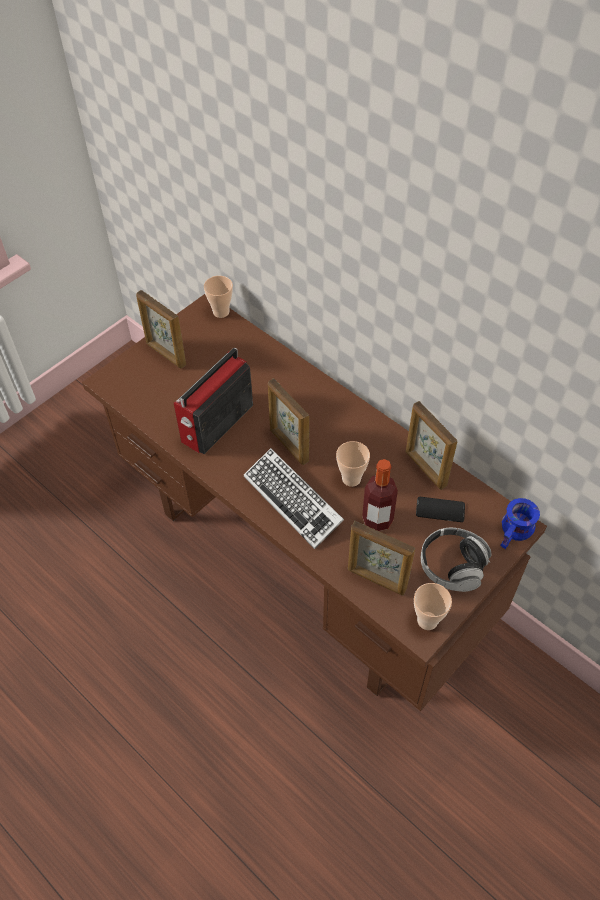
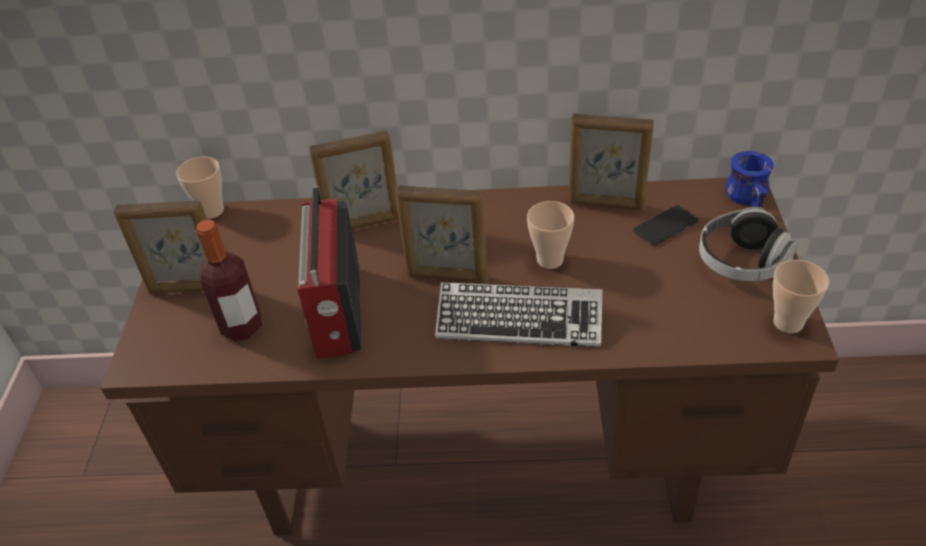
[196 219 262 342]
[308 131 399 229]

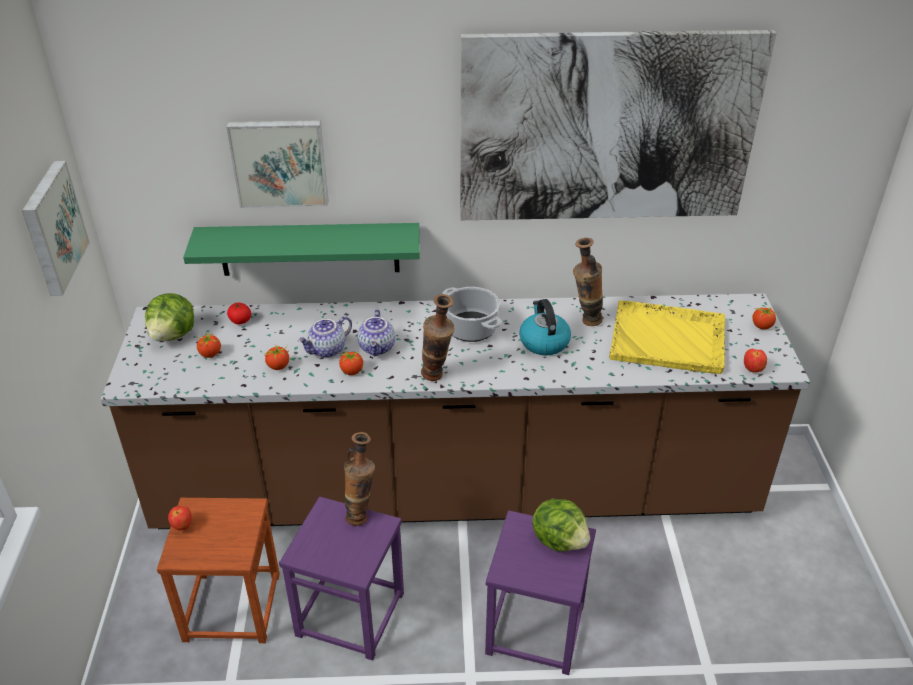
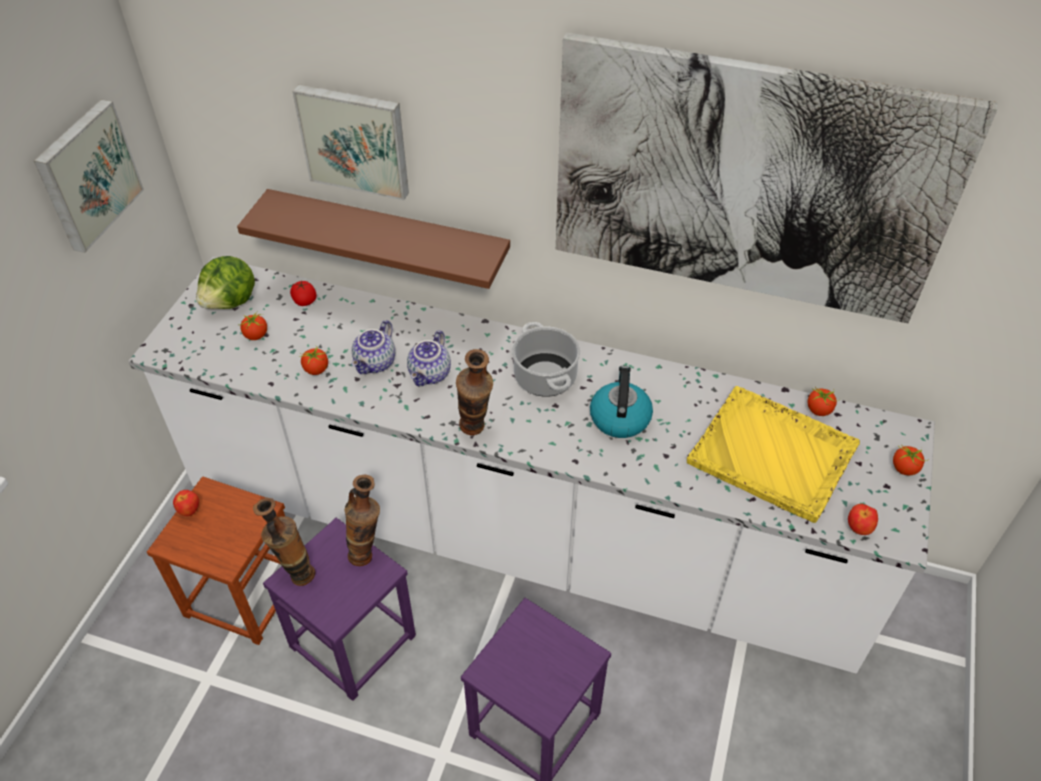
[237 189 510 289]
[253 498 315 586]
[129 257 935 673]
[352 320 395 374]
[808 387 840 416]
[532 499 590 551] (first image)

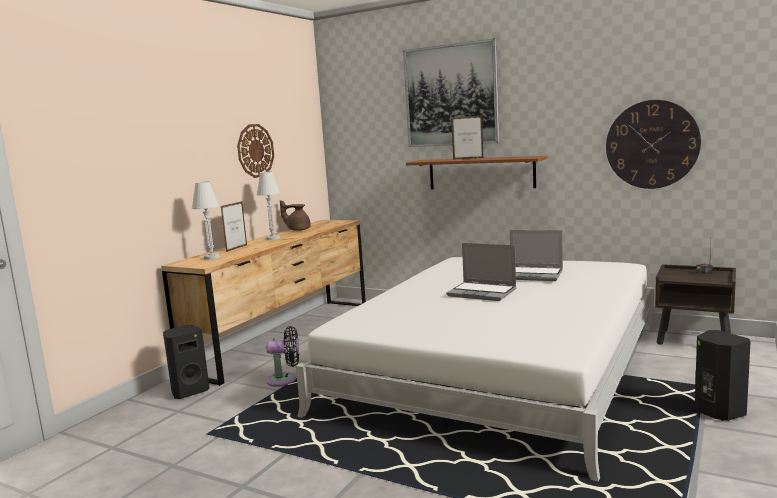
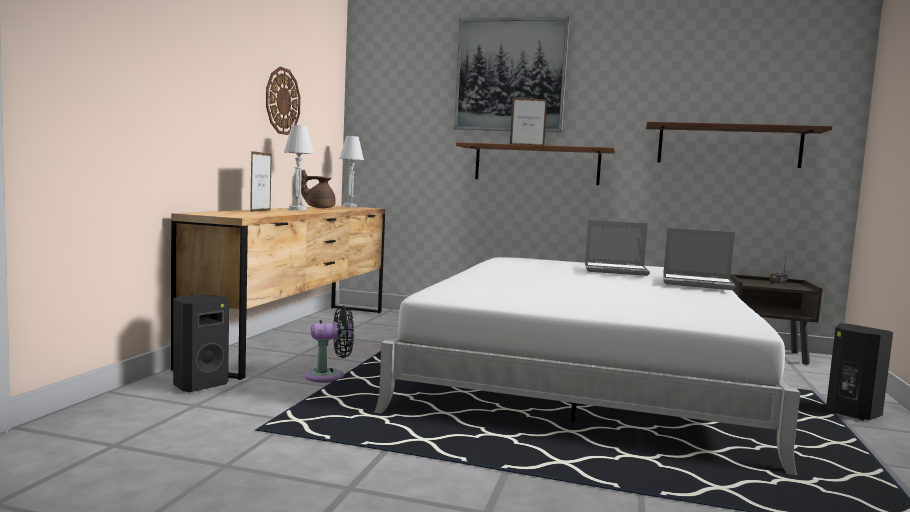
[646 122 833 168]
[339 136 364 207]
[663 228 736 290]

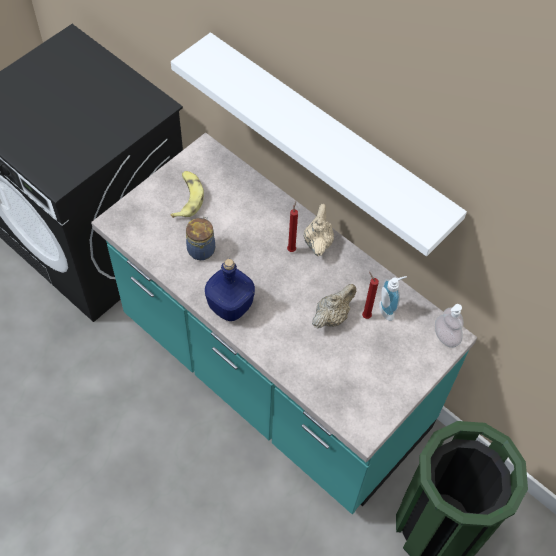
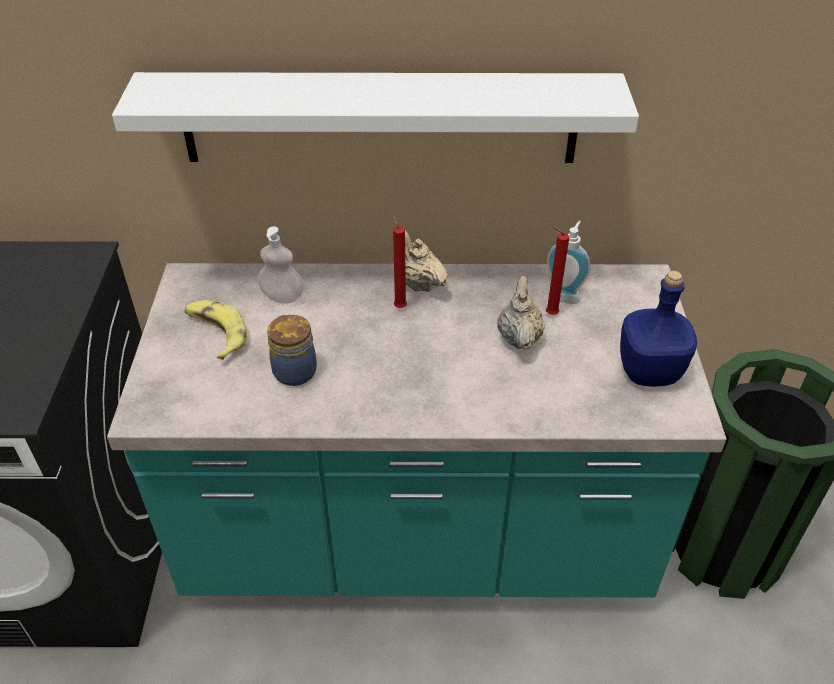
[620 271 697 386]
[258 226 304 304]

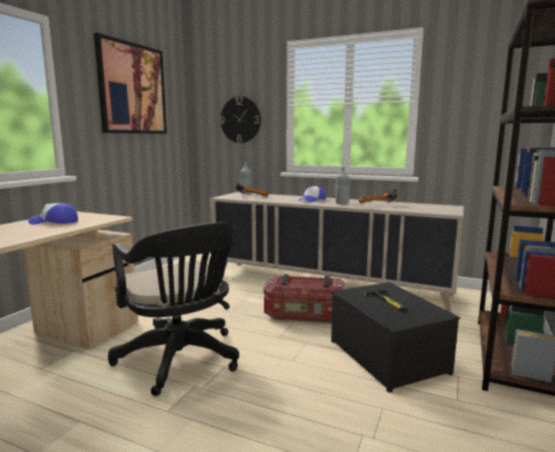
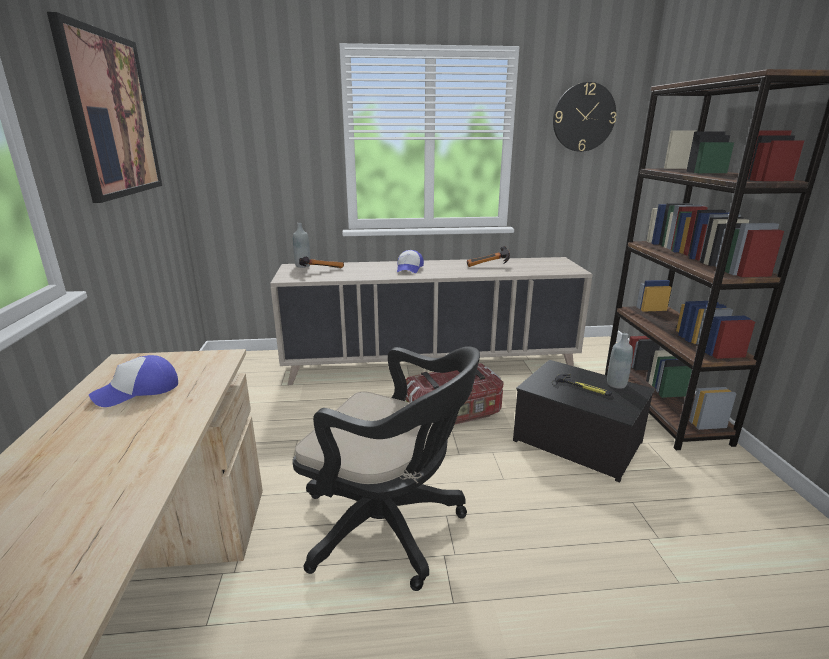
[553 82 617 152]
[607 333 633 389]

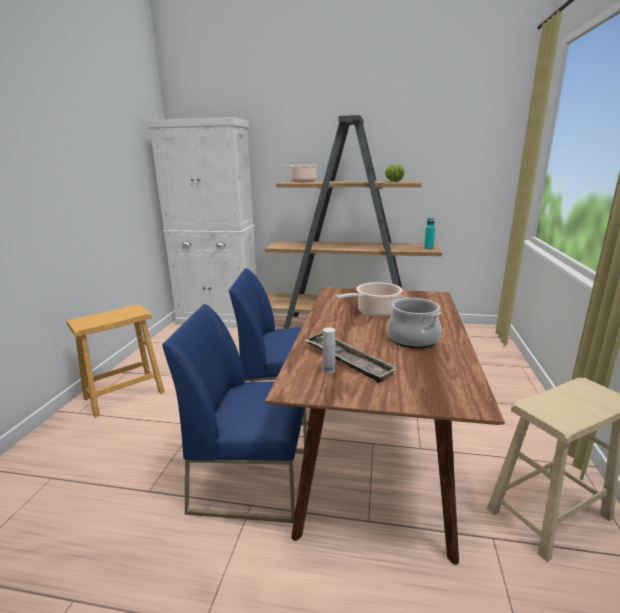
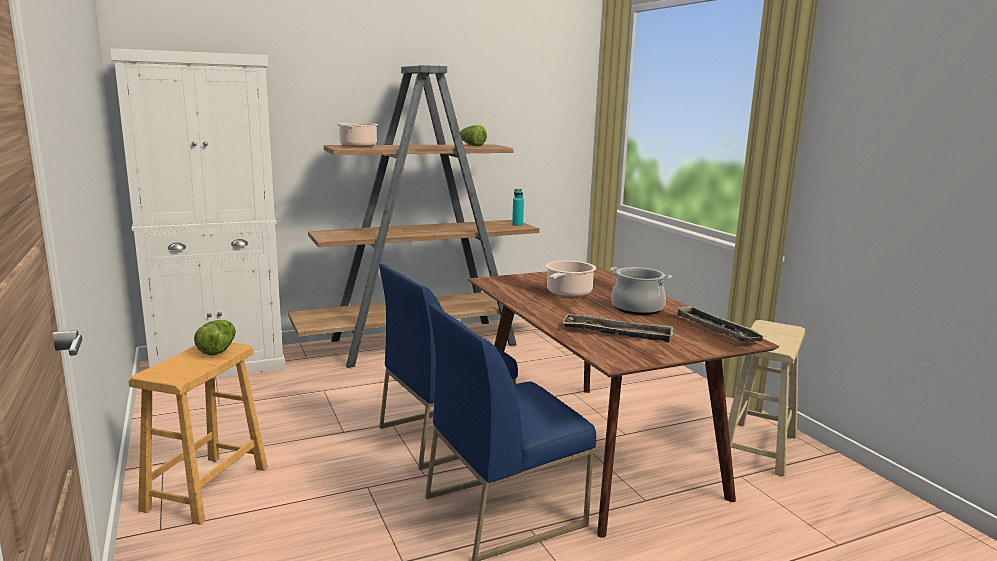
[323 327 335 374] (first image)
[674 306 767 342]
[194 320 236 355]

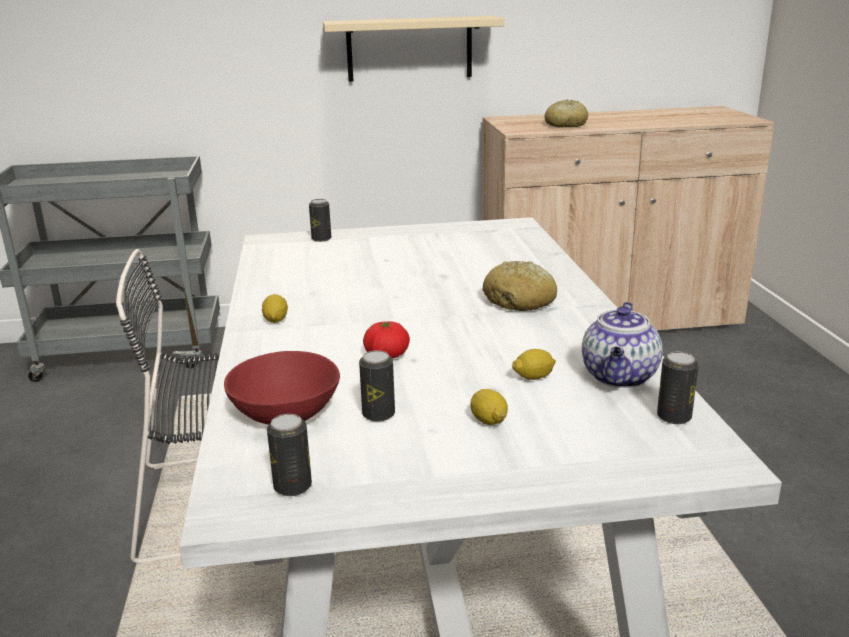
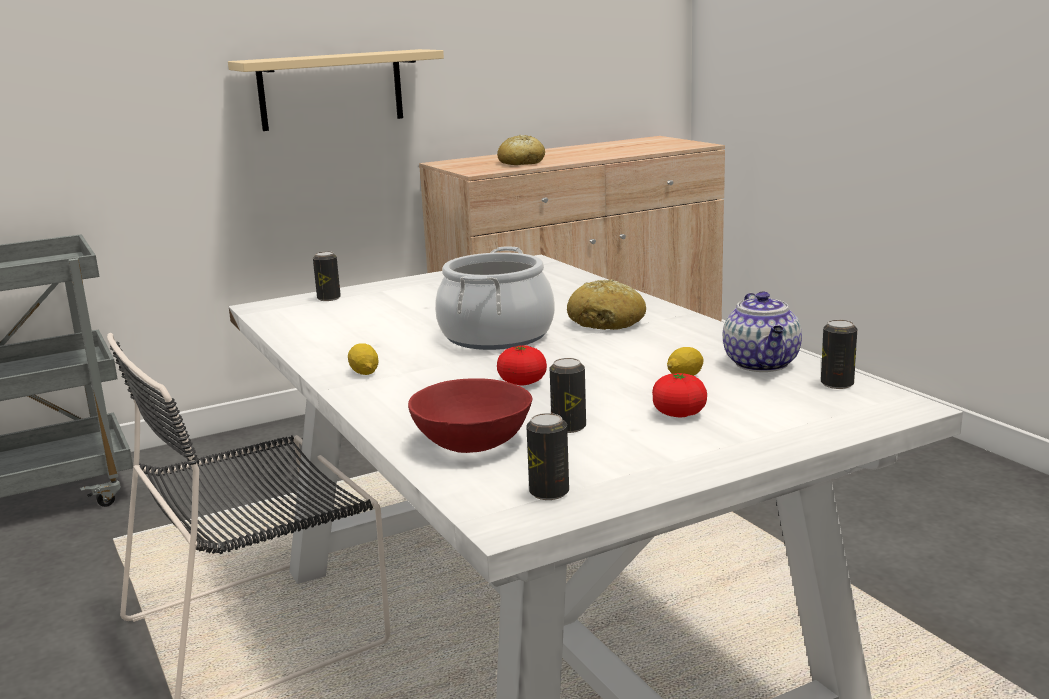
[652 373 707 417]
[435 247 555 350]

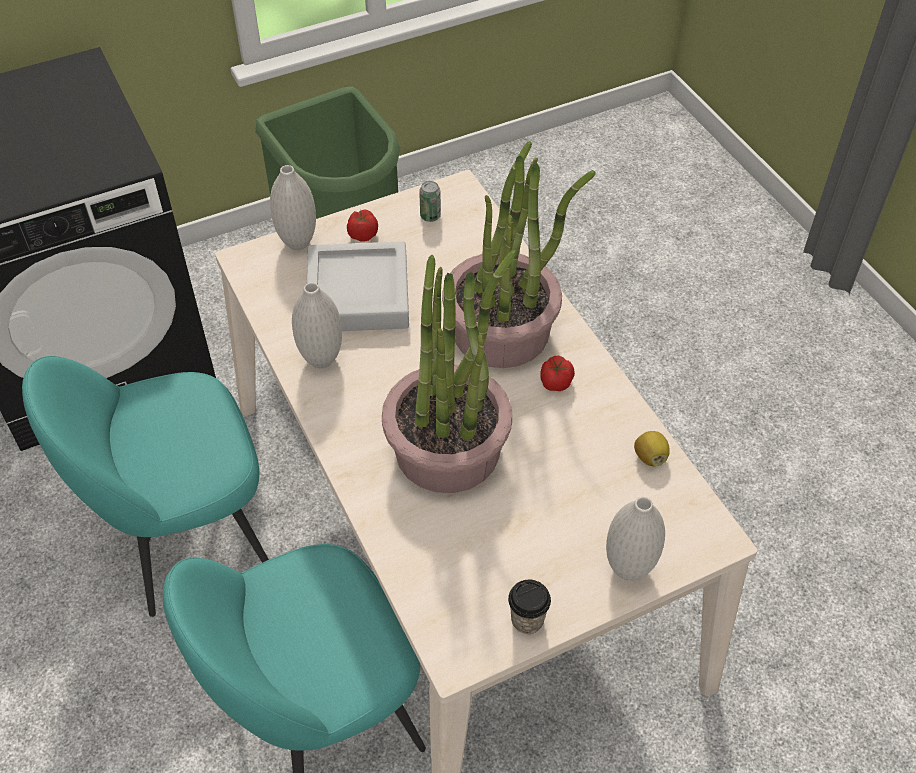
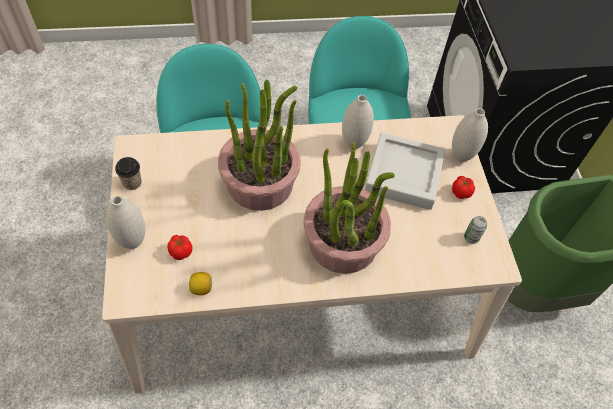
[168 235 192 260]

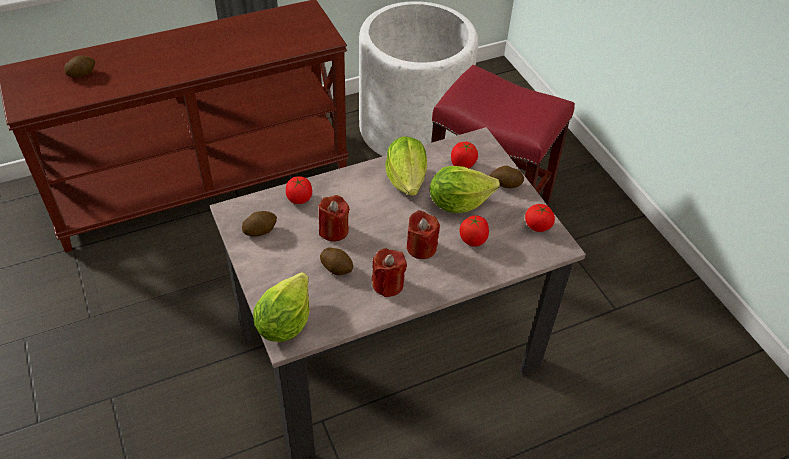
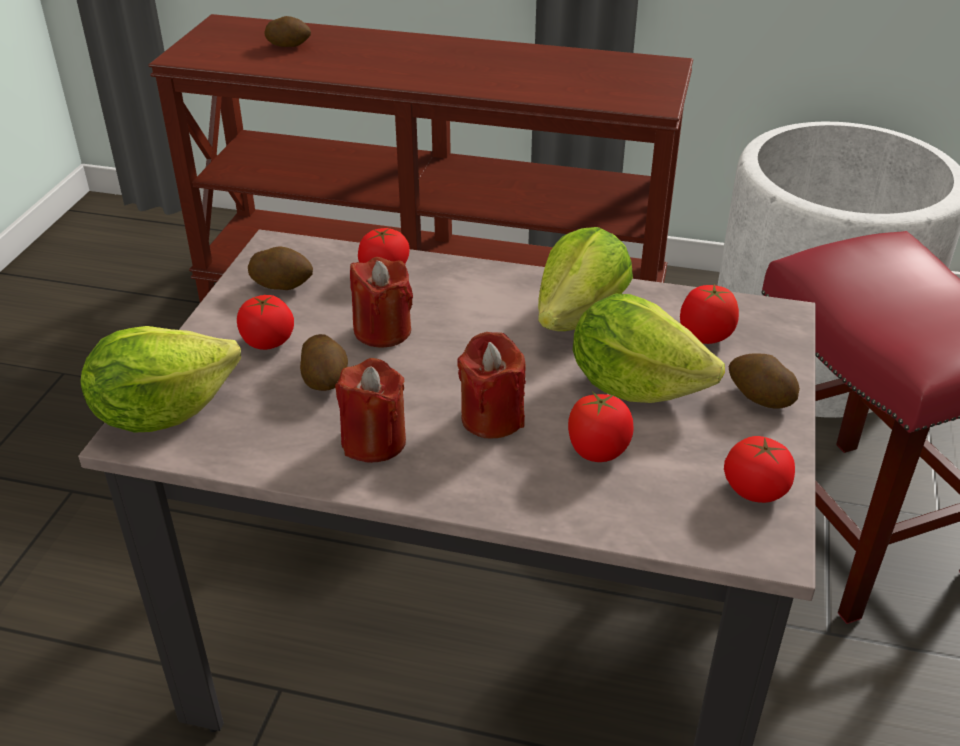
[237 295 294 350]

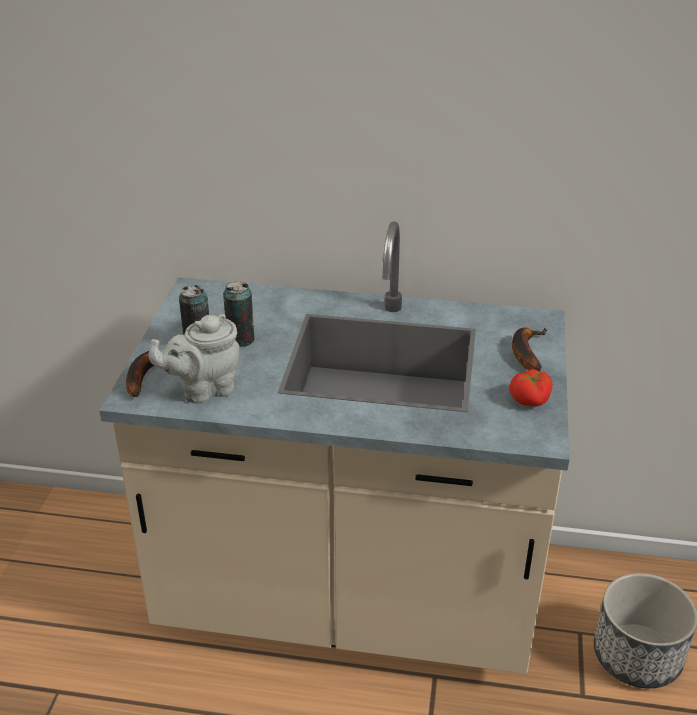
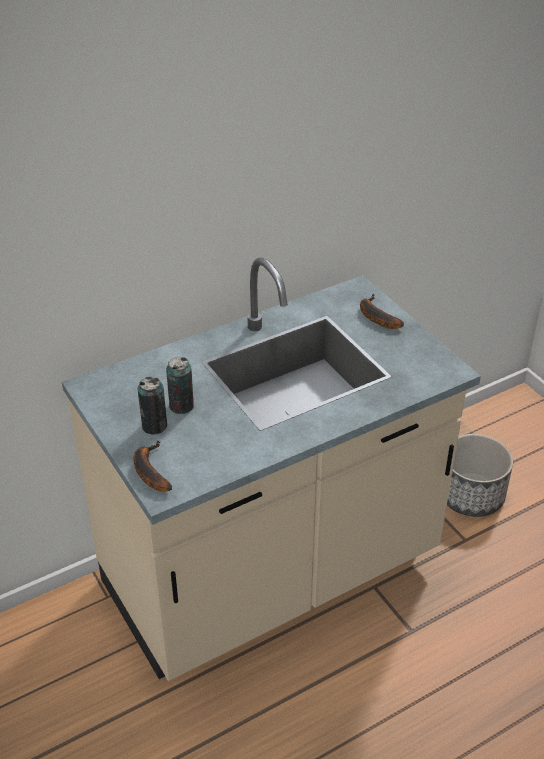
[148 314 240 404] (first image)
[509 369 552 406] (first image)

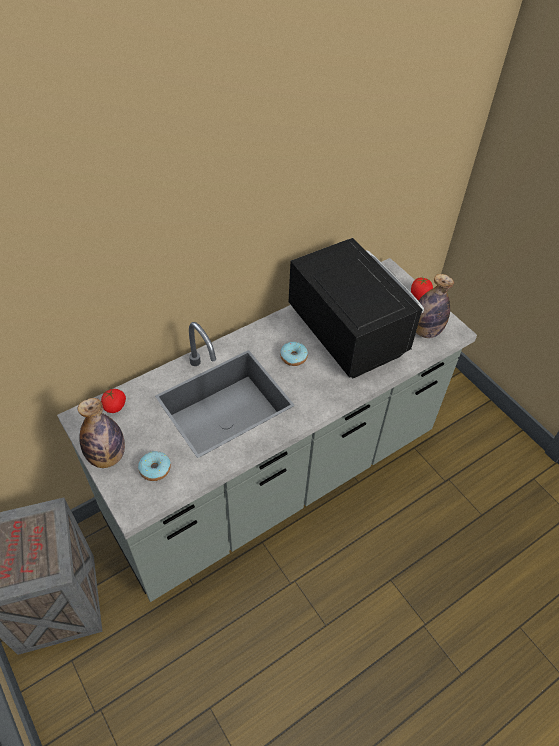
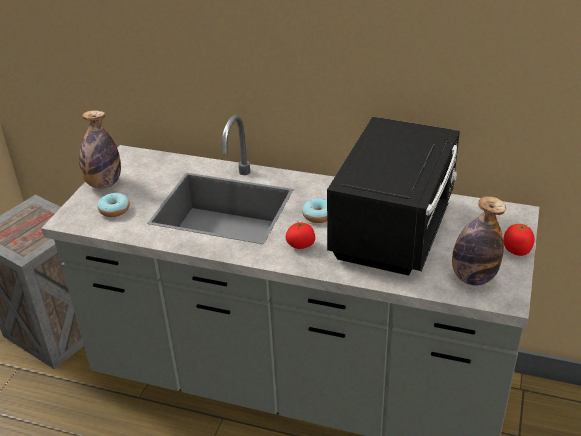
[285 221 315 249]

